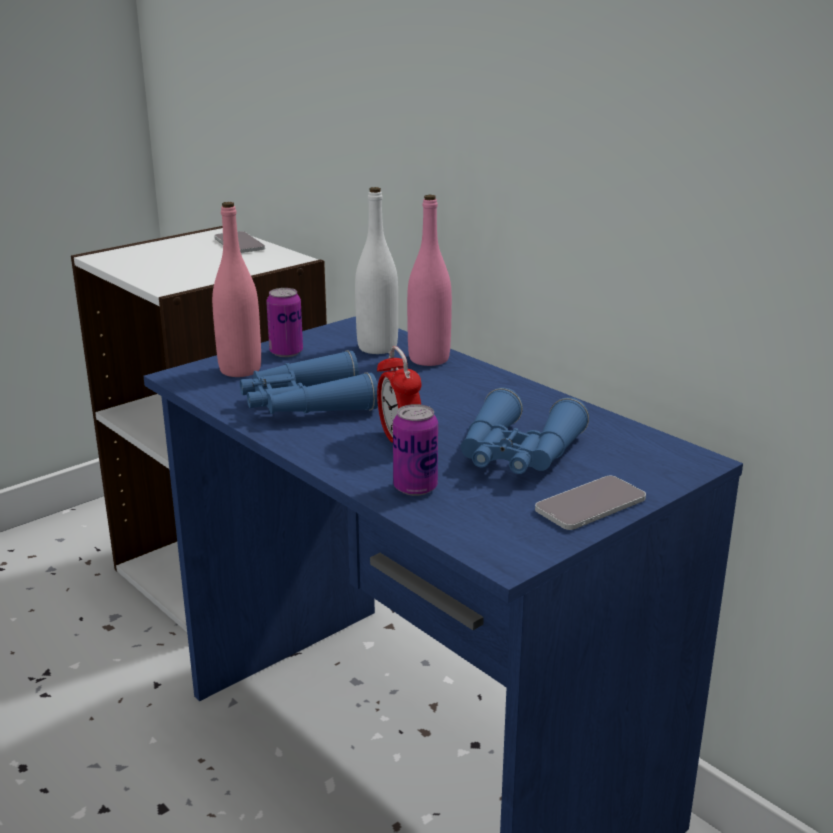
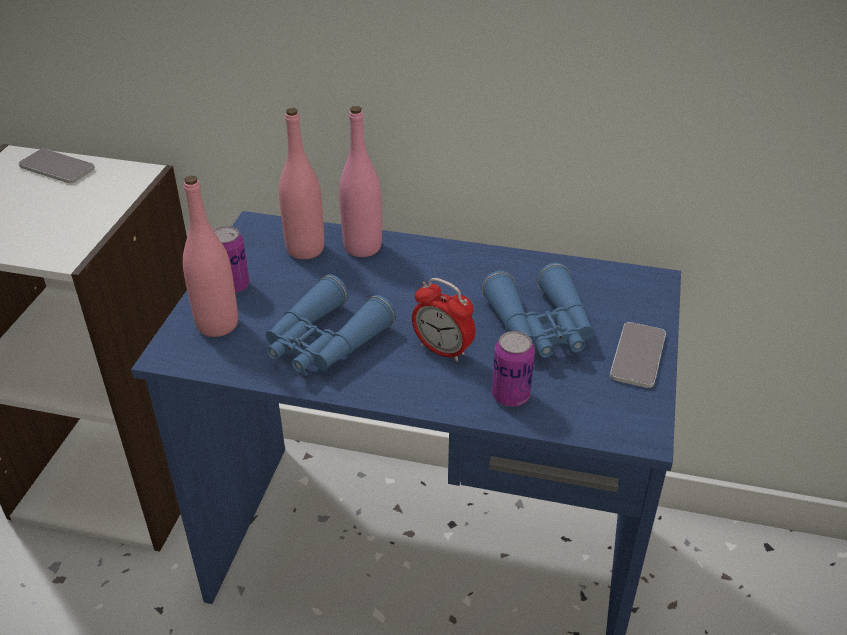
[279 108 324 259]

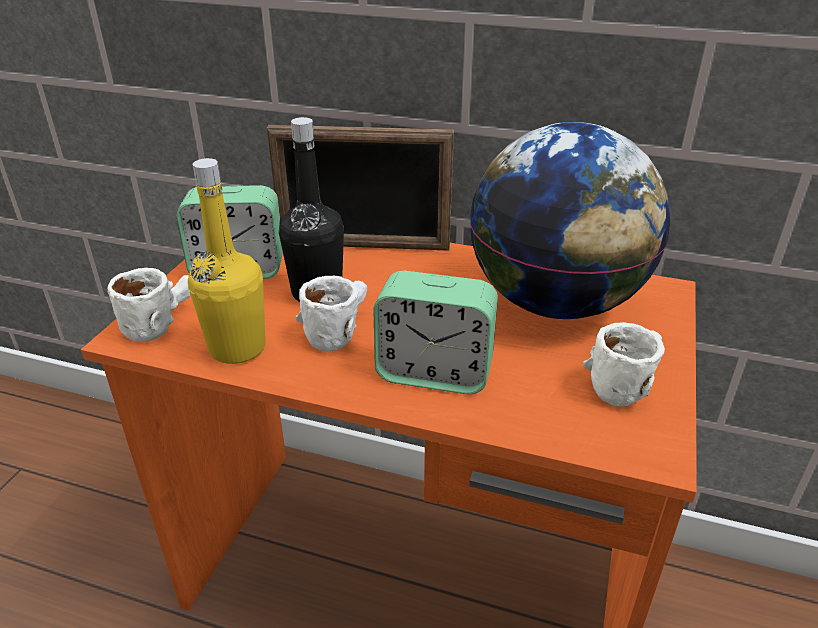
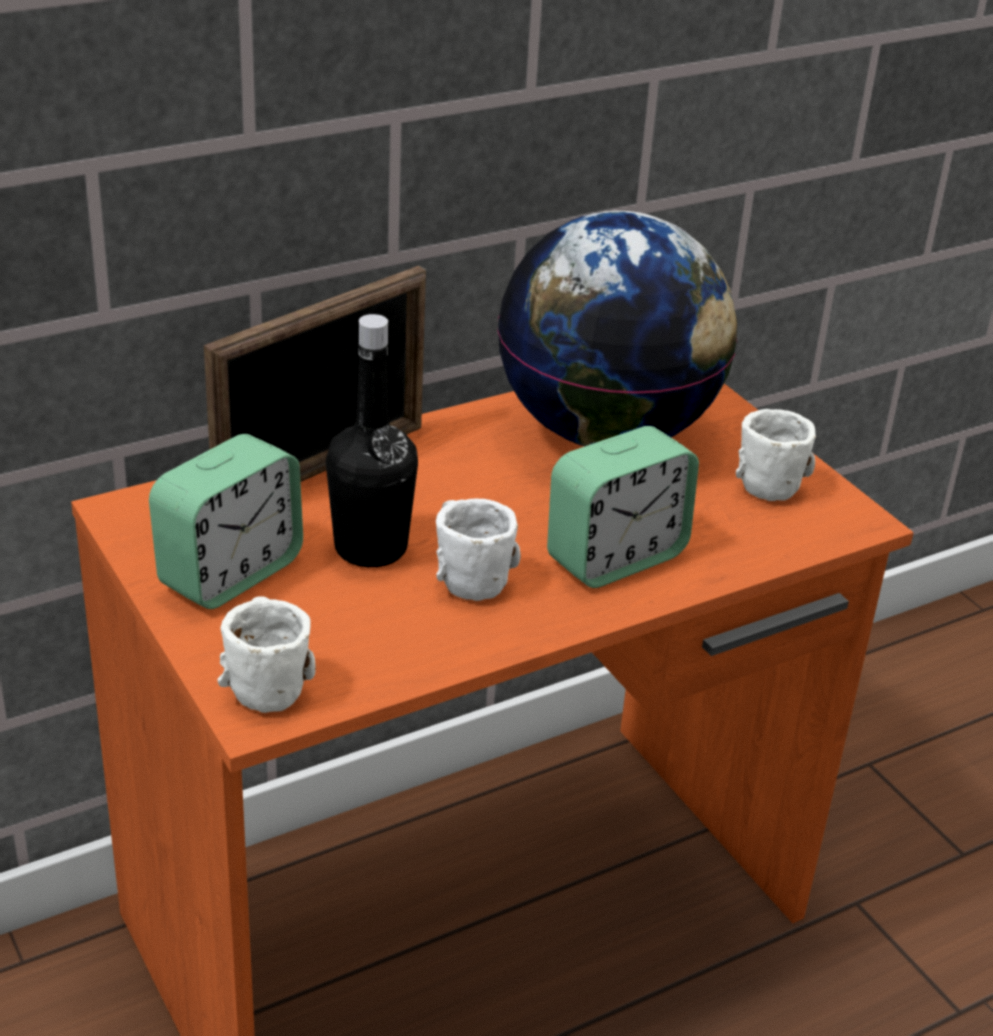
[188 158 266 364] (first image)

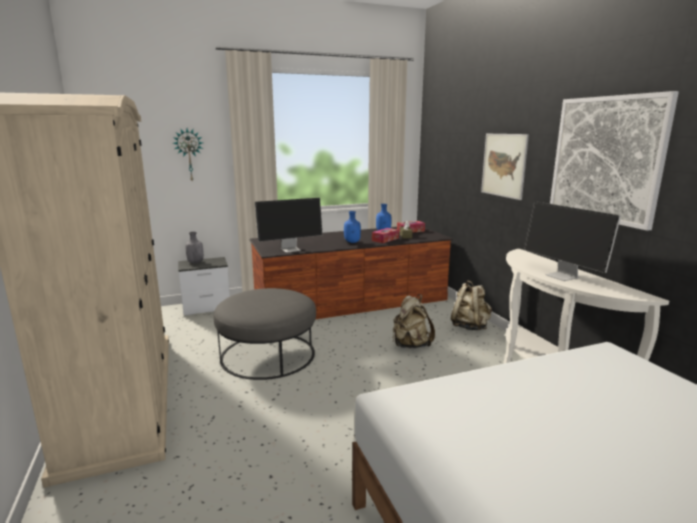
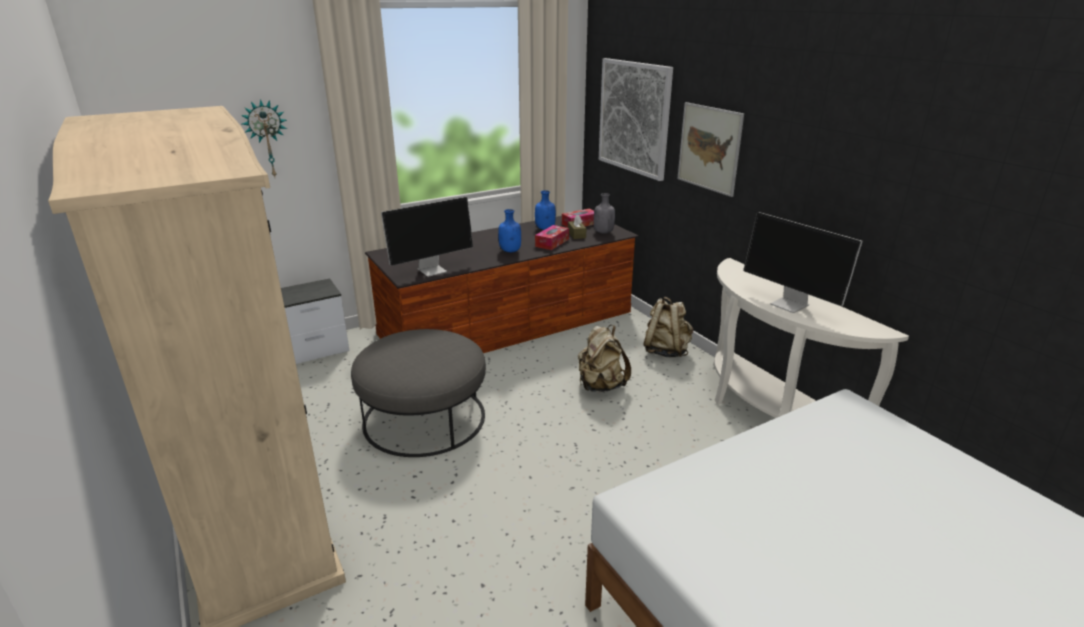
[599 58 673 181]
[594 193 615 233]

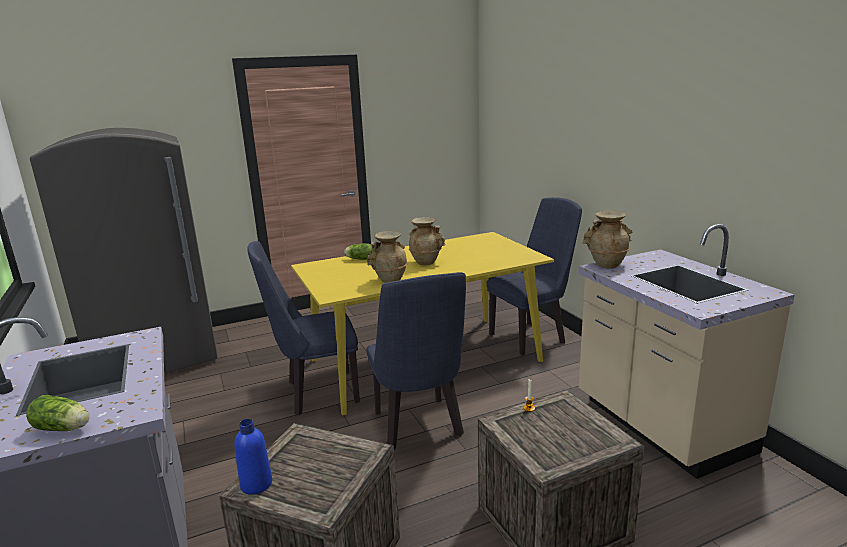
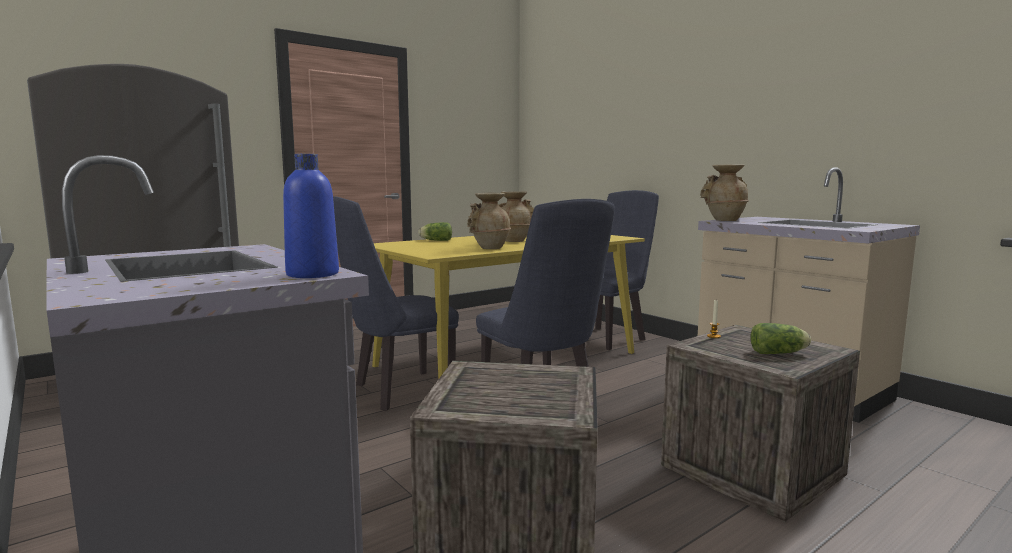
[750 323 811 354]
[283 154 339 278]

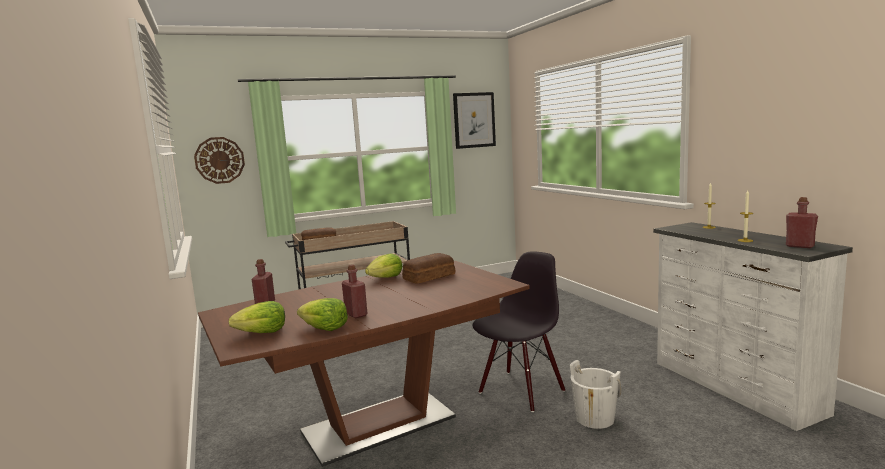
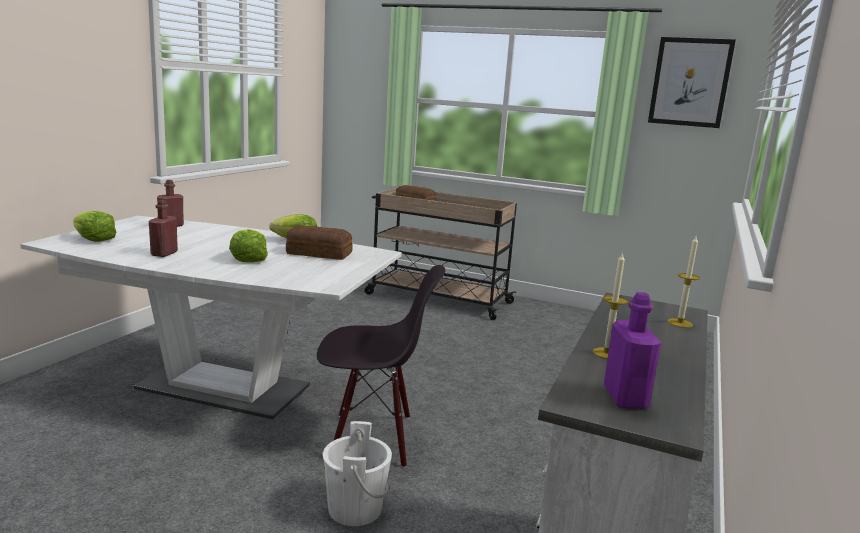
[194 137 245 184] (first image)
[604 292 661 409]
[20 216 402 419]
[229 229 268 263]

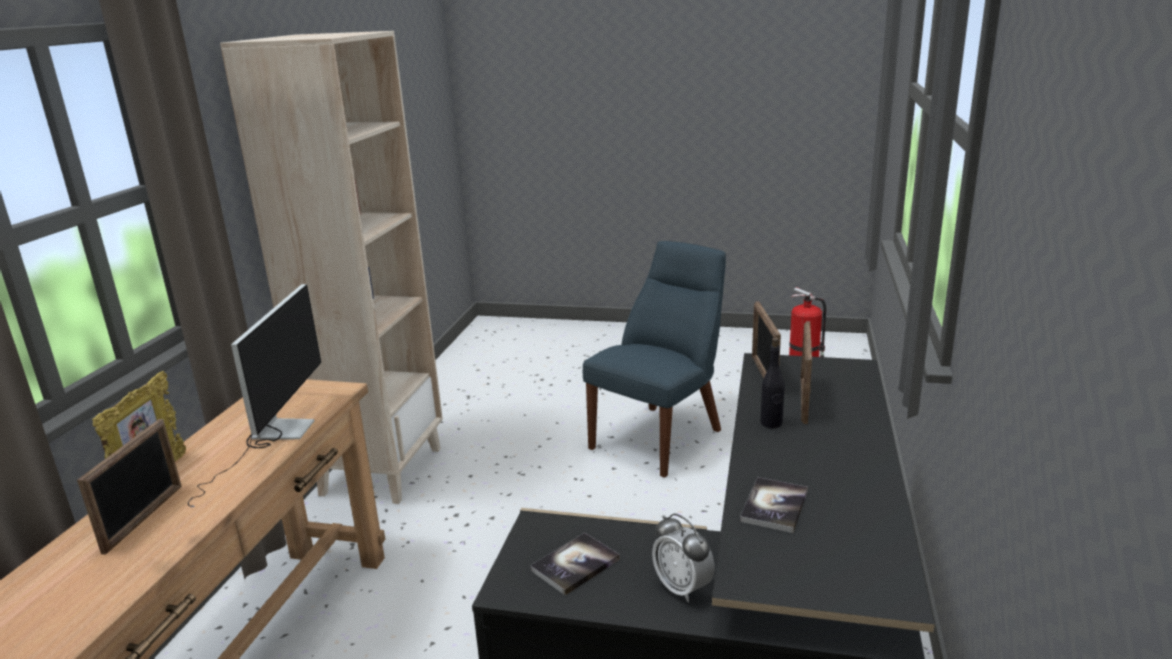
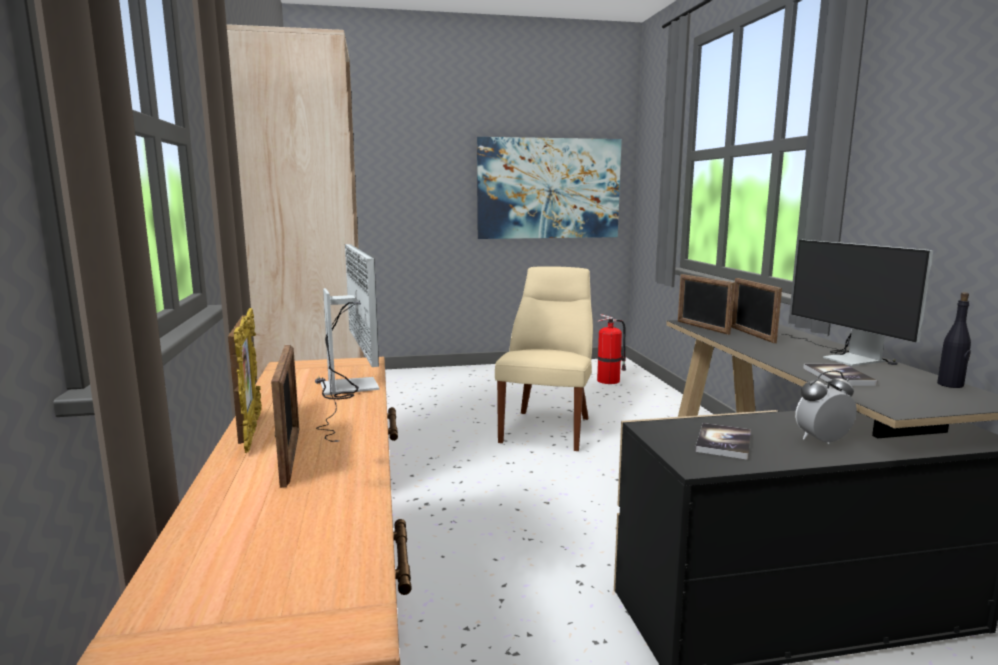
[495 266 593 451]
[937 292 971 388]
[795 370 857 444]
[477 137 622 239]
[779 240 933 366]

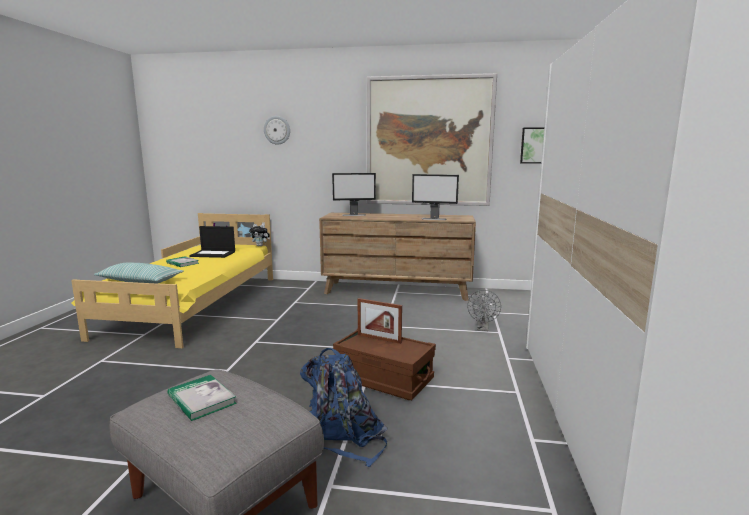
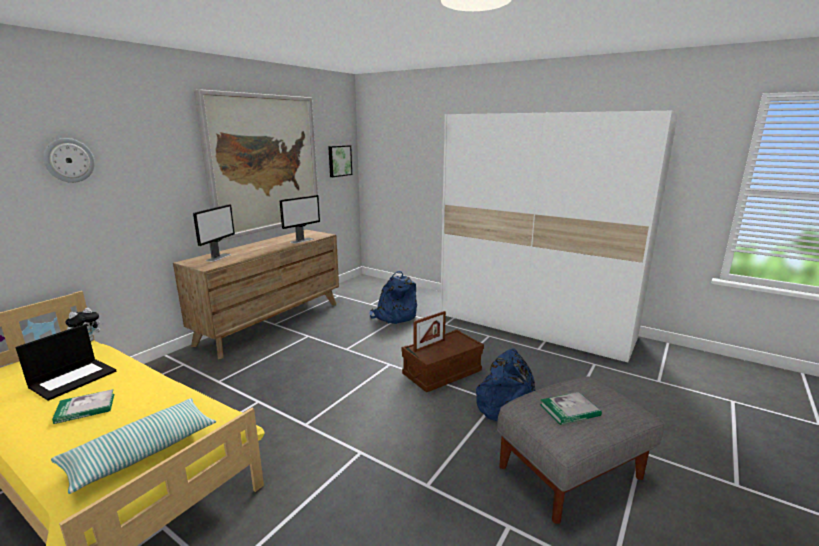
[370 271 417 324]

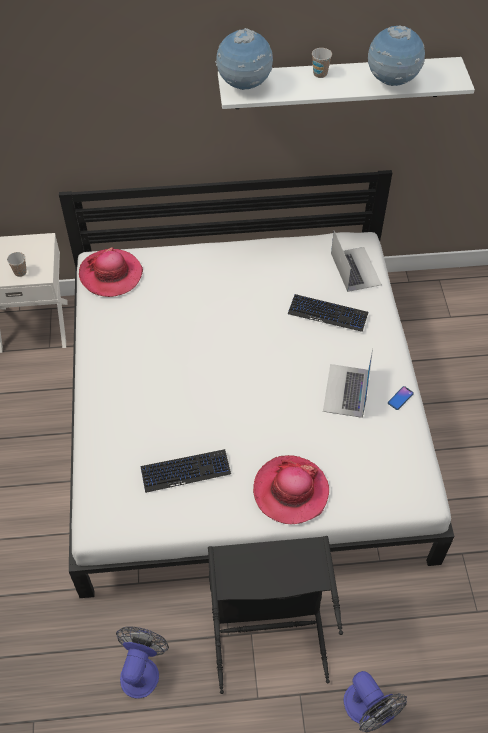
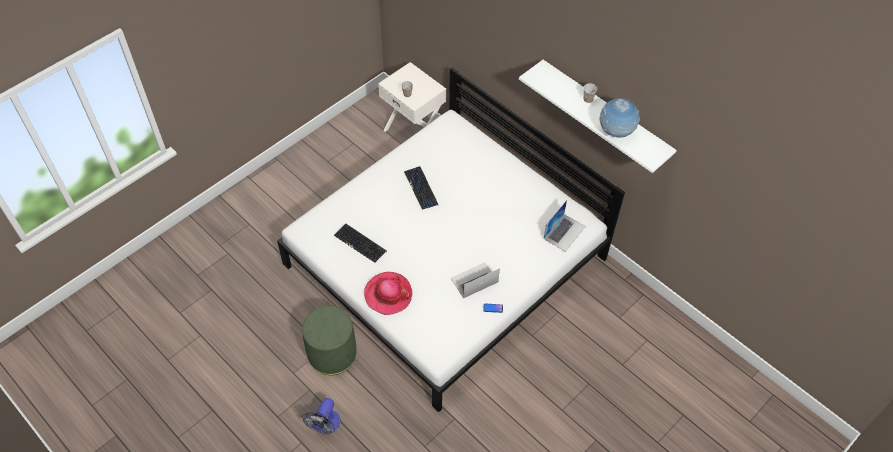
[215 28 273 90] (first image)
[79 247 143 297] (first image)
[404 166 438 210]
[302 306 357 375]
[116 626 169 699] (first image)

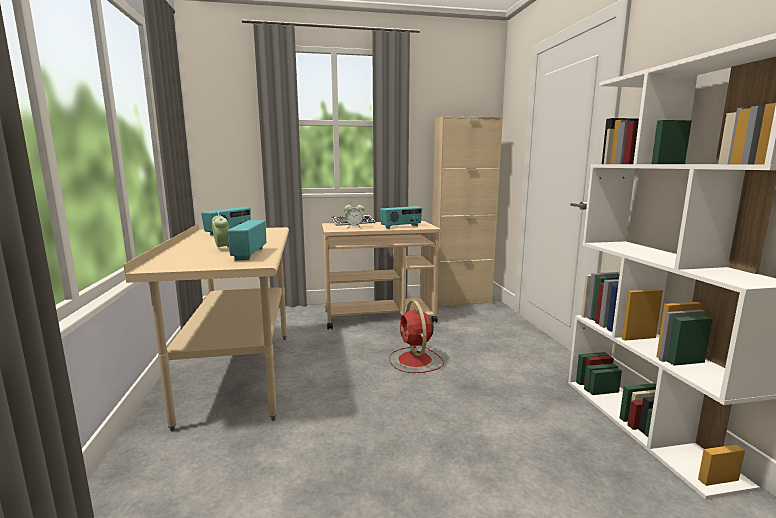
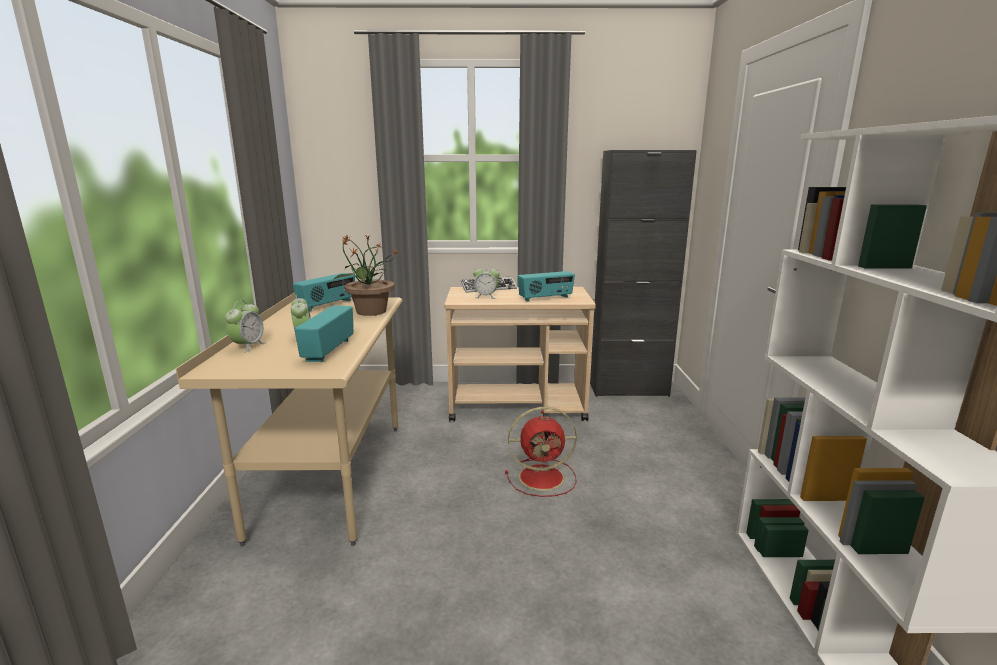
[590 150 697 397]
[505 407 577 497]
[333 234 399 316]
[225 300 267 353]

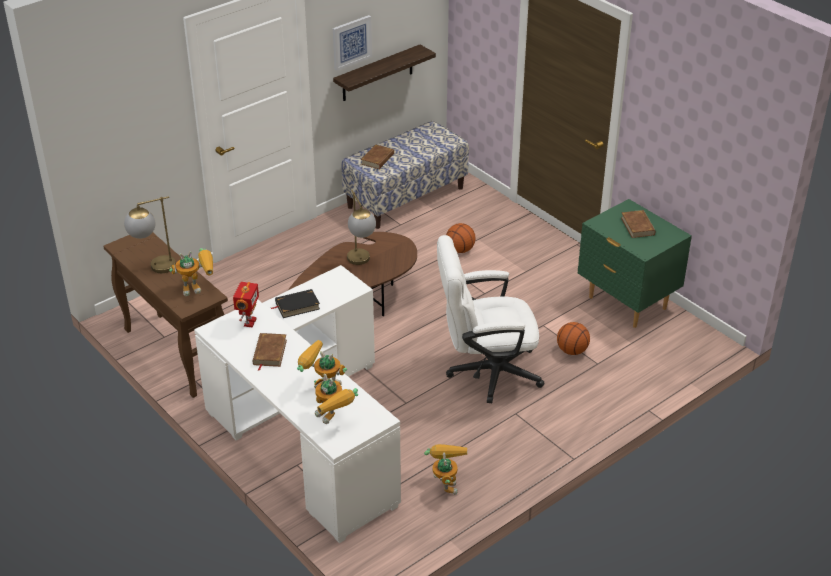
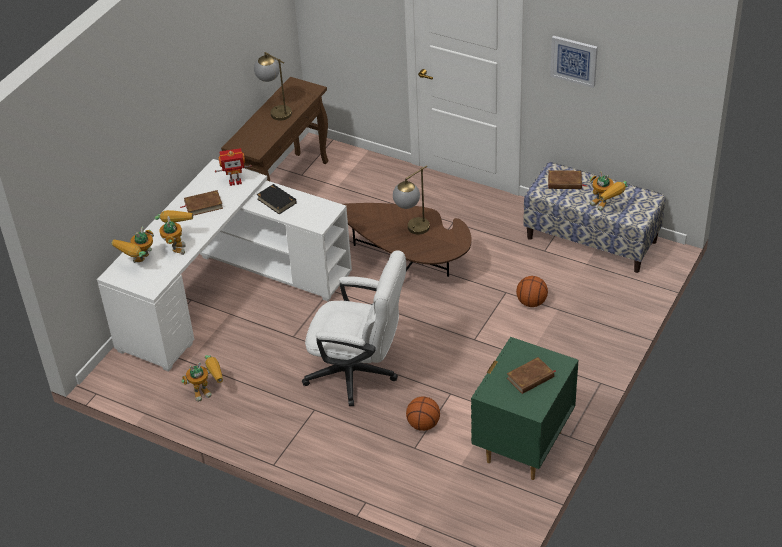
[333 45 436 101] (first image)
[302 250 406 406]
[590 171 628 211]

